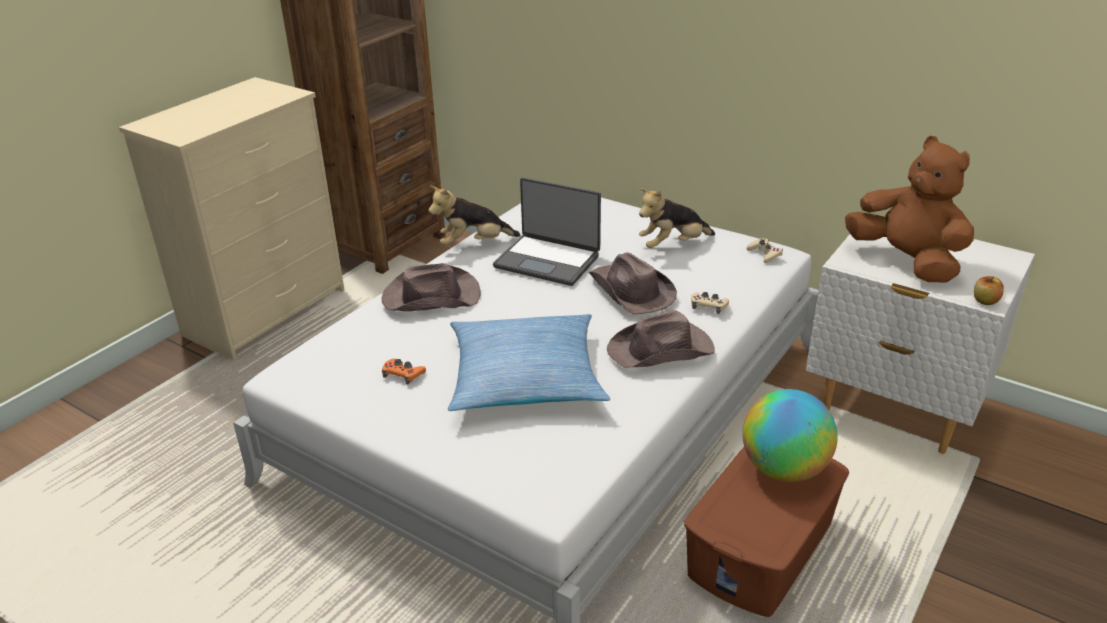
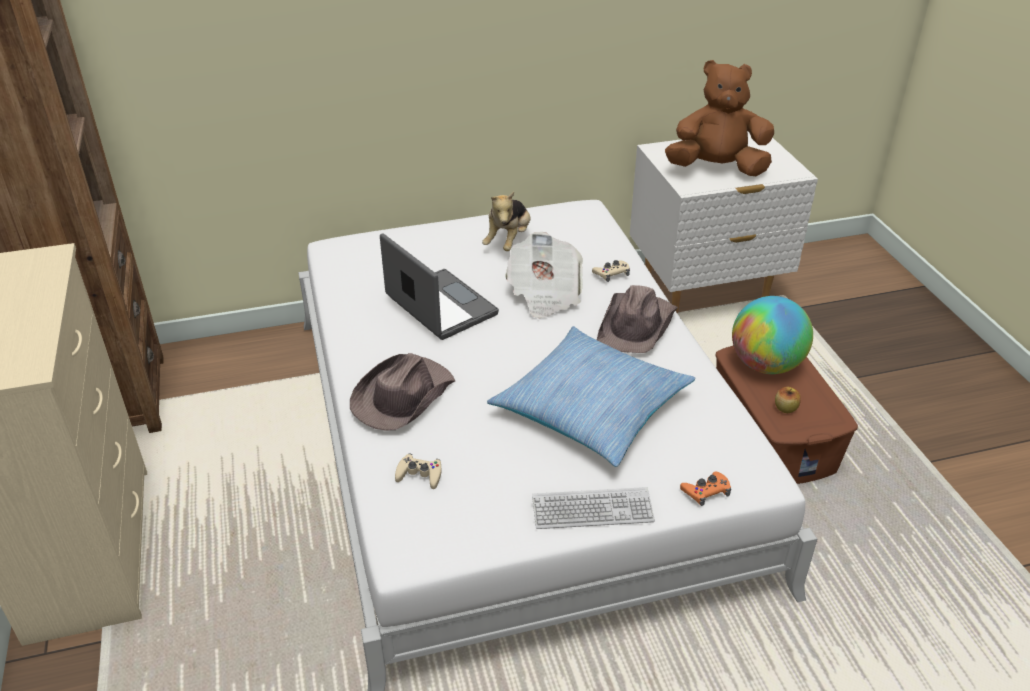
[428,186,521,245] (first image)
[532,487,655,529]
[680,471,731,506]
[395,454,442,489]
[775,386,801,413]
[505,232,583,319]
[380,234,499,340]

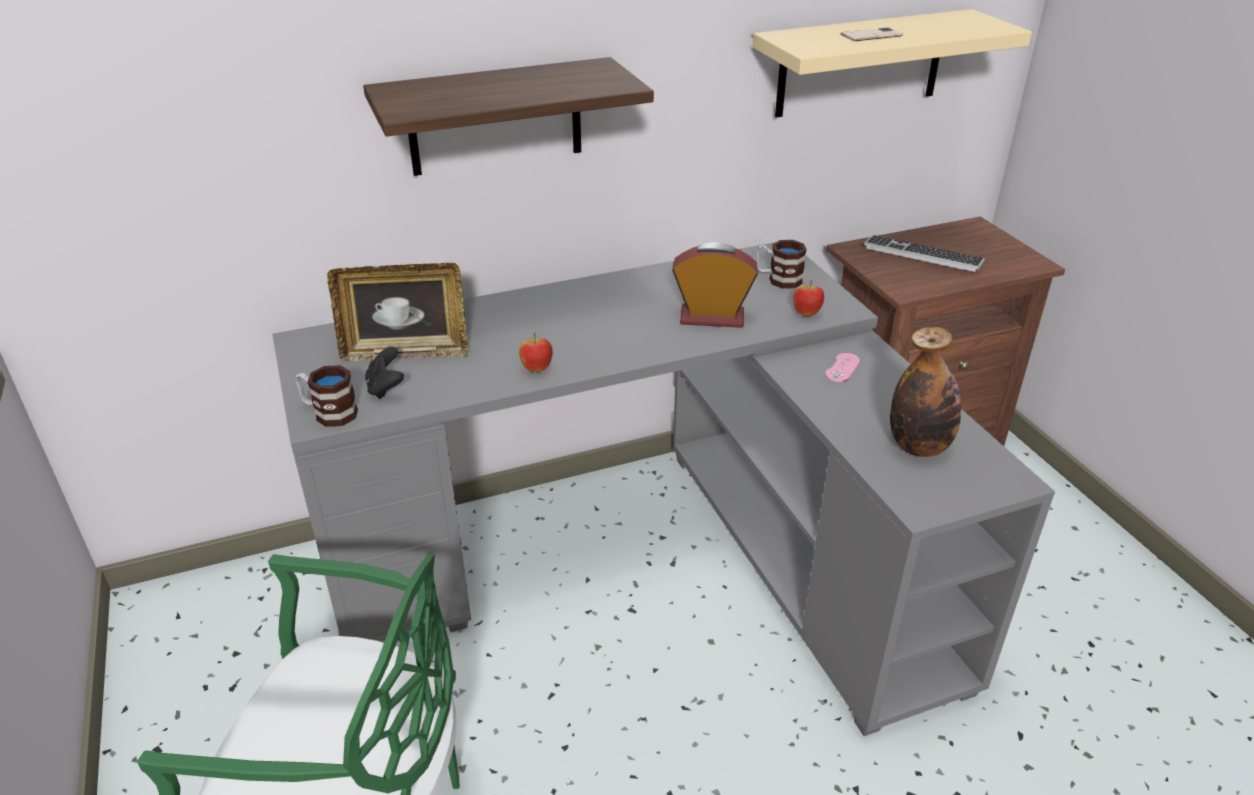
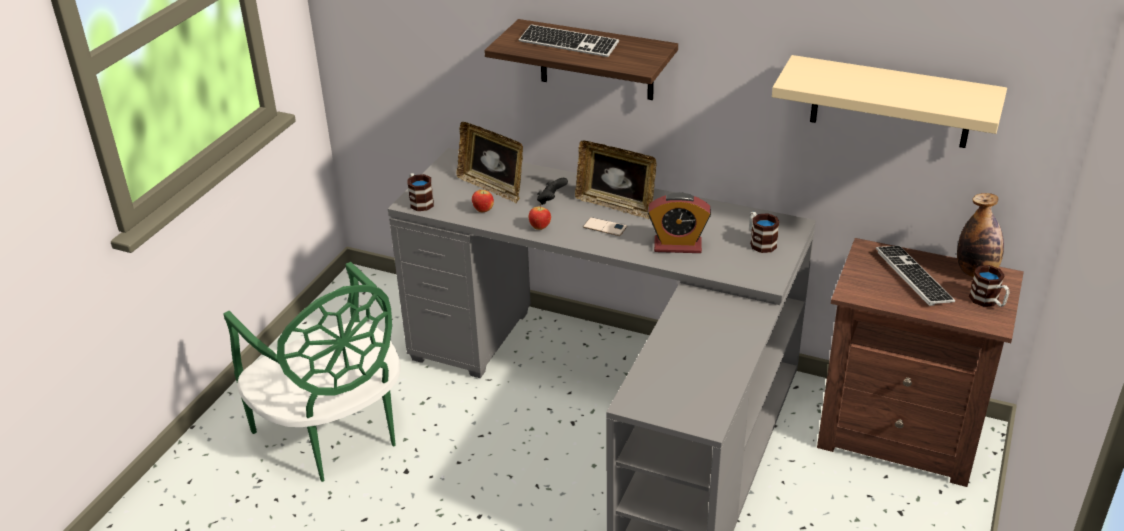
[825,353,860,382] (first image)
[519,25,619,57]
[575,141,657,219]
[969,265,1009,307]
[537,178,568,205]
[472,189,494,212]
[583,217,627,236]
[957,193,1004,277]
[648,192,711,253]

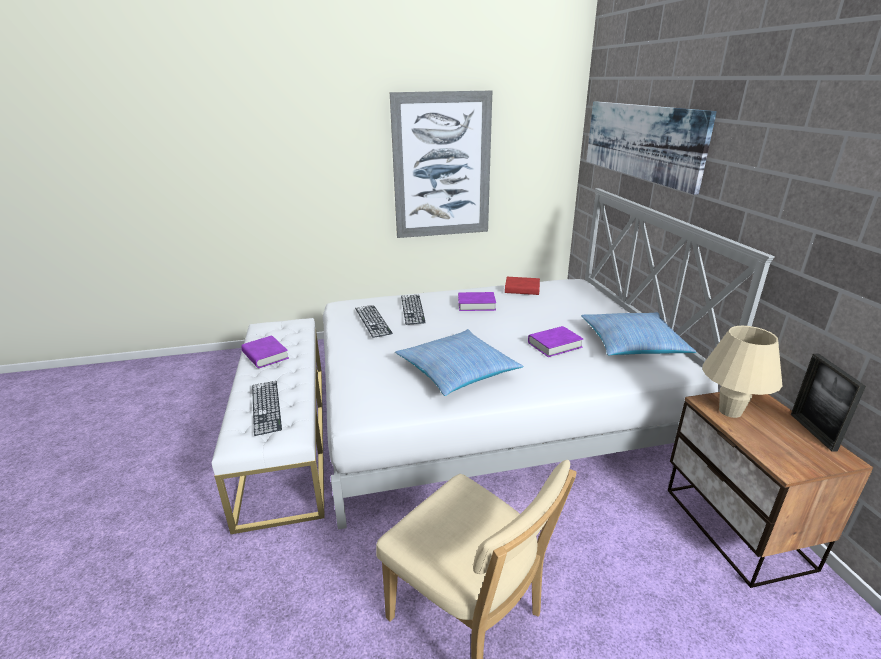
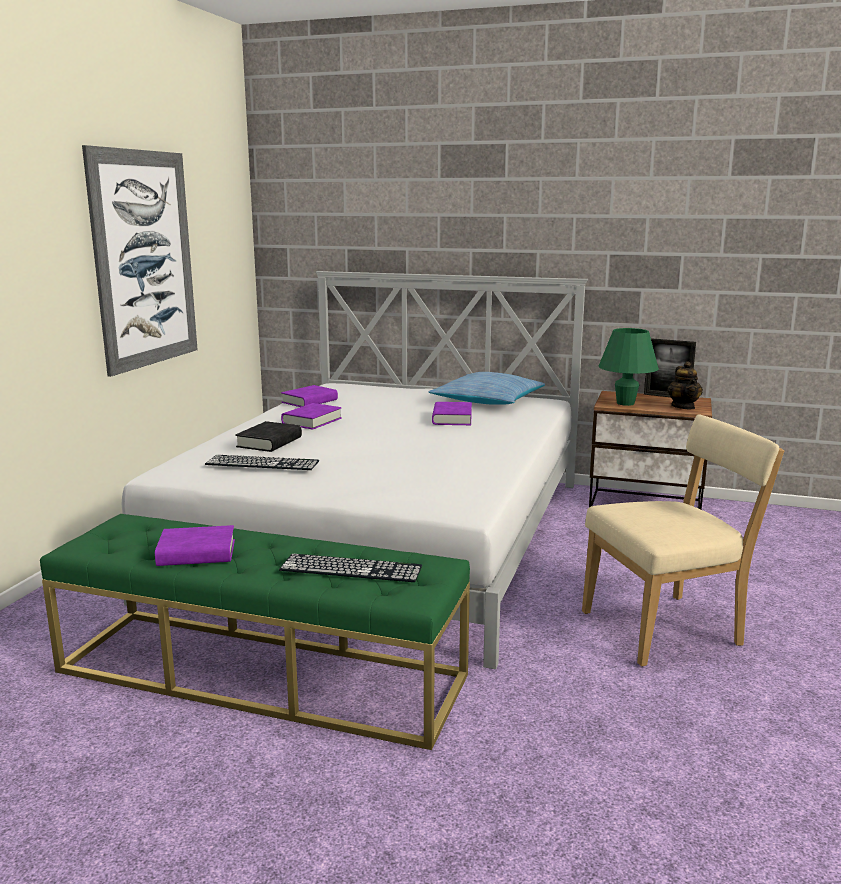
[395,329,523,396] (first image)
[586,101,717,195] (first image)
[667,361,703,409]
[235,421,302,452]
[40,514,470,750]
[281,385,338,407]
[599,328,659,406]

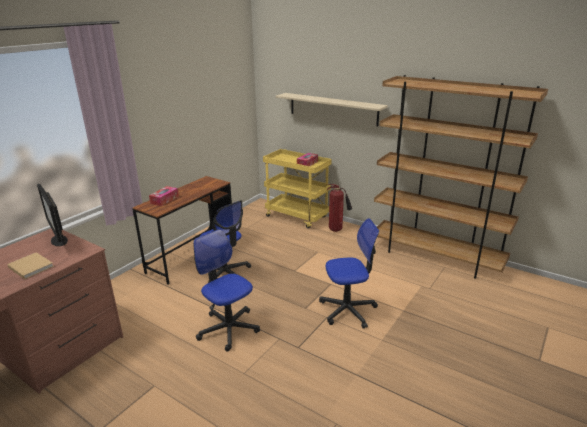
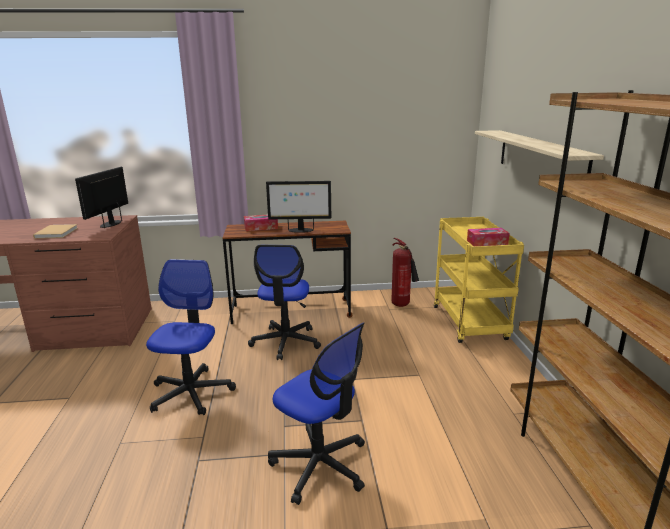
[266,181,331,233]
[392,238,419,307]

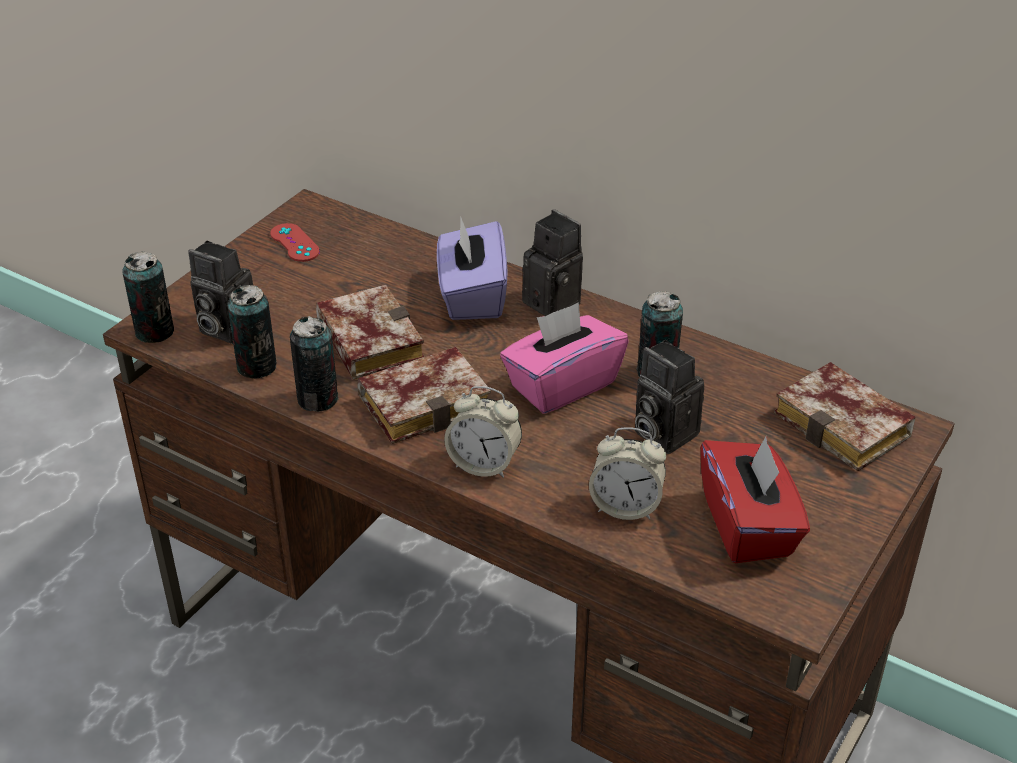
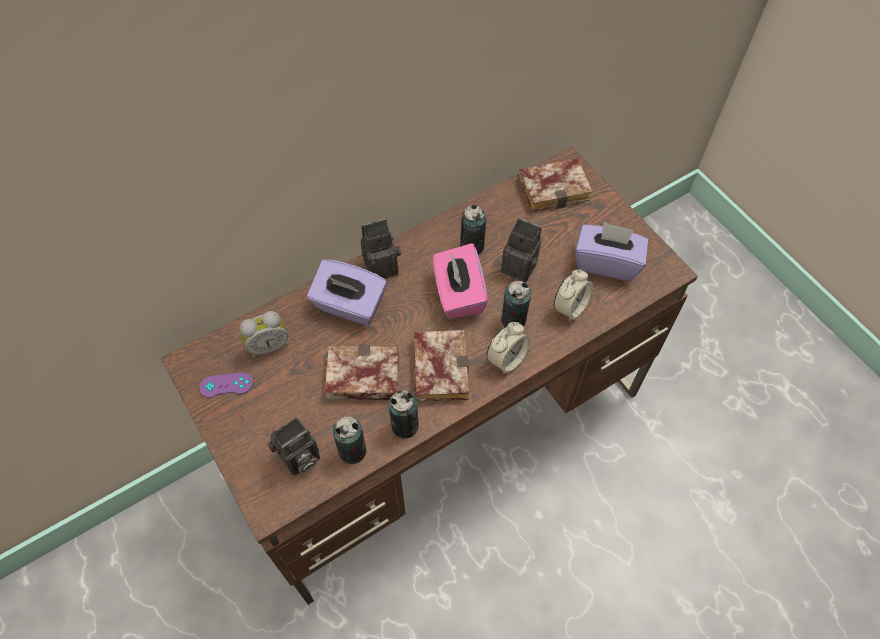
[240,311,289,358]
[501,281,531,327]
[199,372,253,398]
[575,222,648,281]
[501,218,542,283]

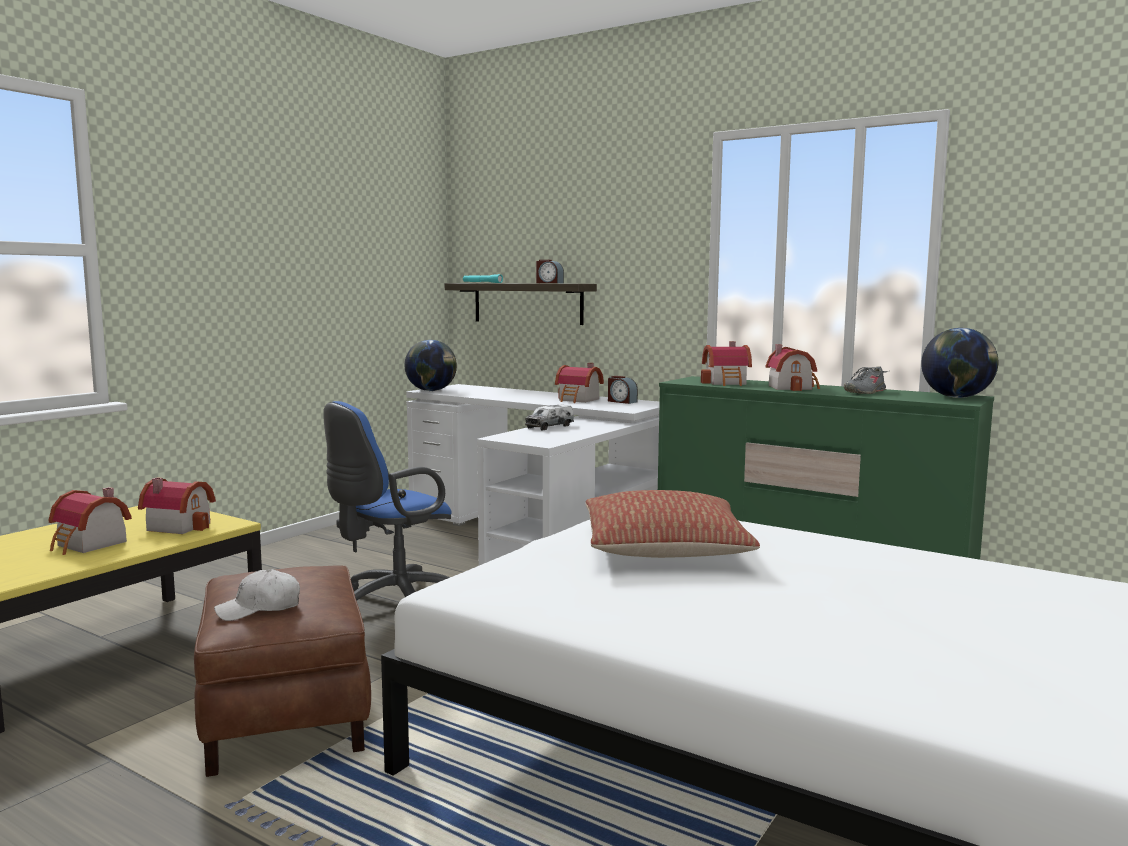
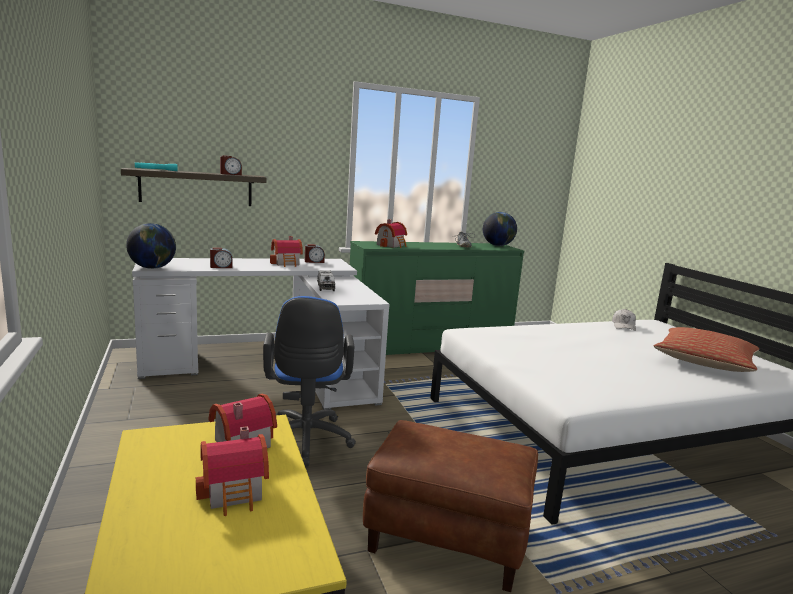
[766,344,820,391] (first image)
[210,247,232,268]
[612,309,636,331]
[654,327,759,372]

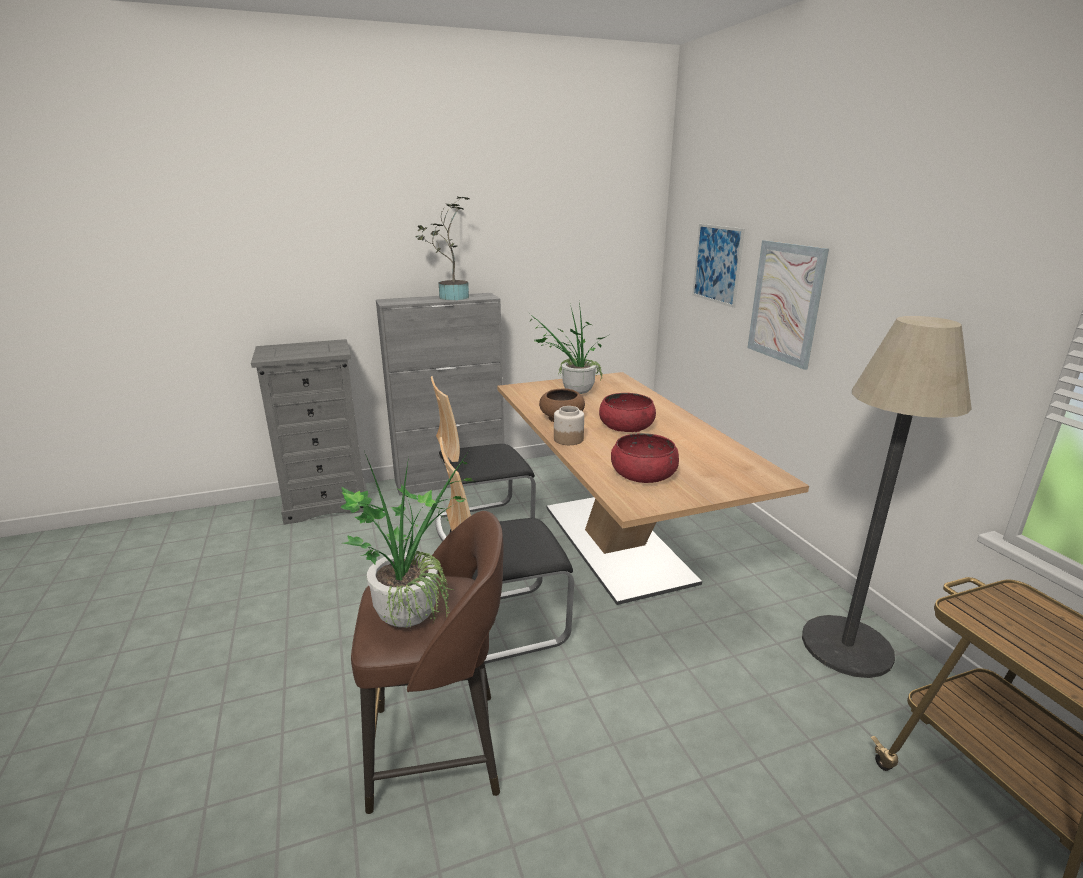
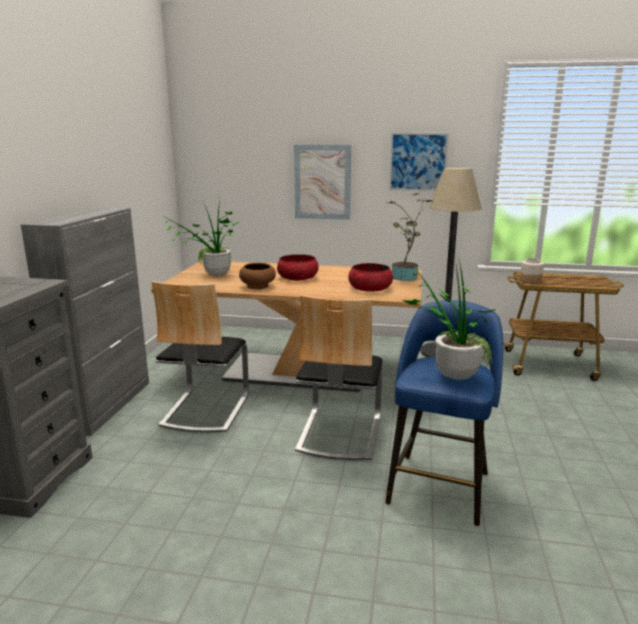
[386,193,433,281]
[520,258,544,284]
[389,133,449,191]
[385,300,504,526]

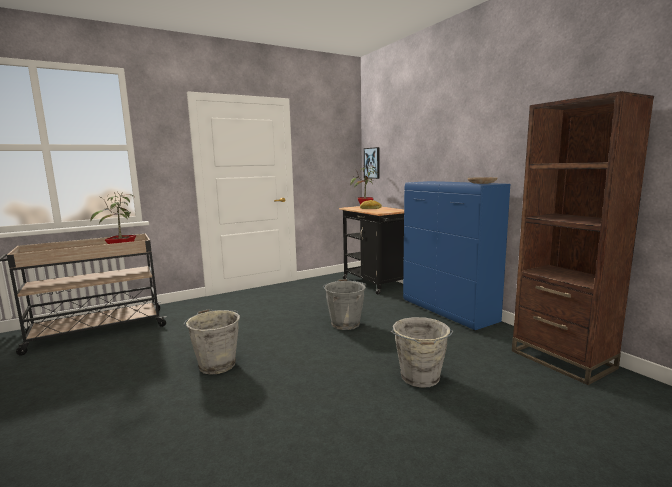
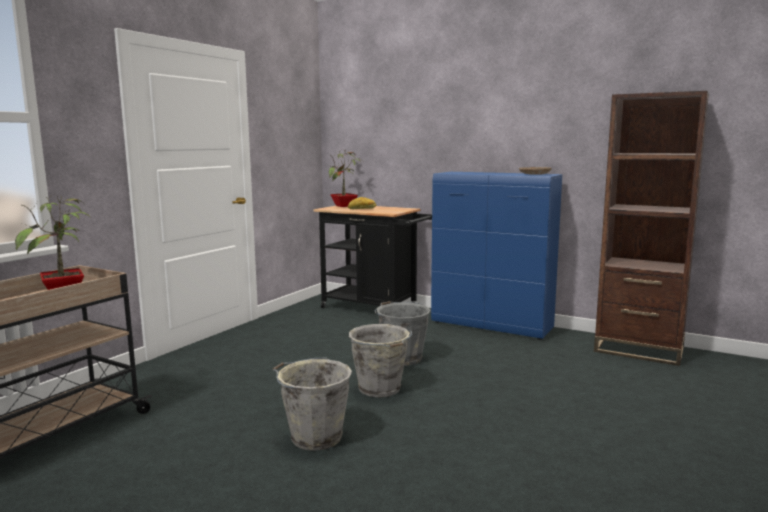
[364,147,380,179] (first image)
[349,324,412,397]

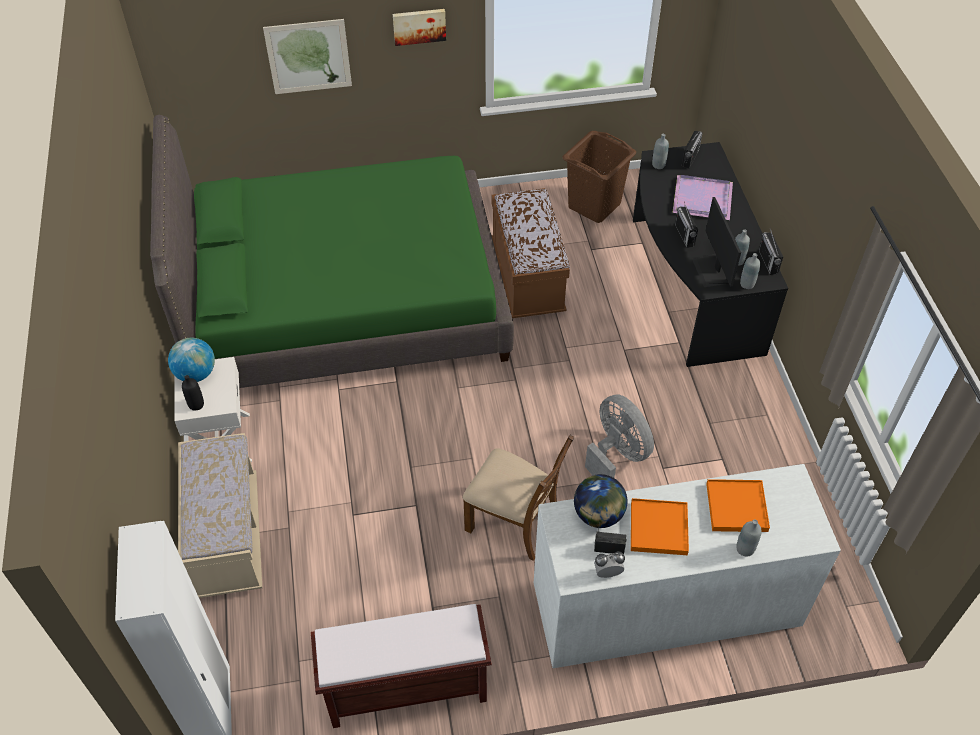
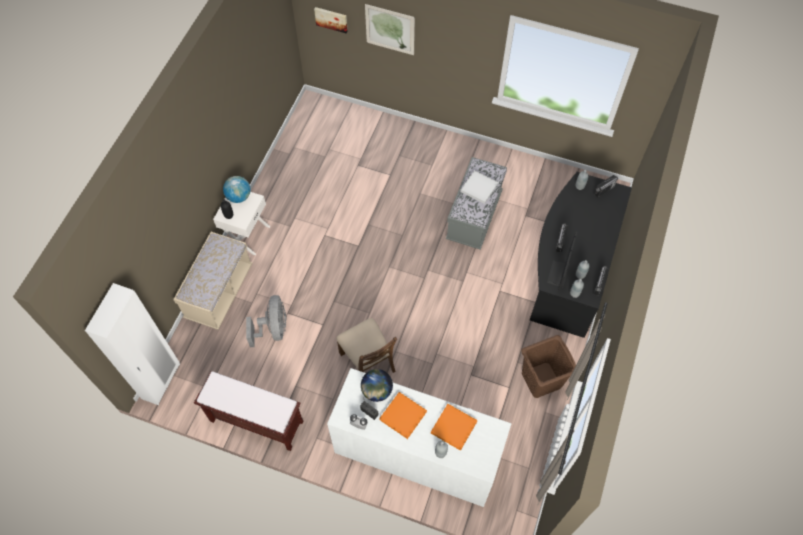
[150,115,514,388] (first image)
[672,175,733,220] (first image)
[460,170,499,204]
[314,7,348,33]
[521,335,576,398]
[246,295,287,347]
[446,157,507,250]

